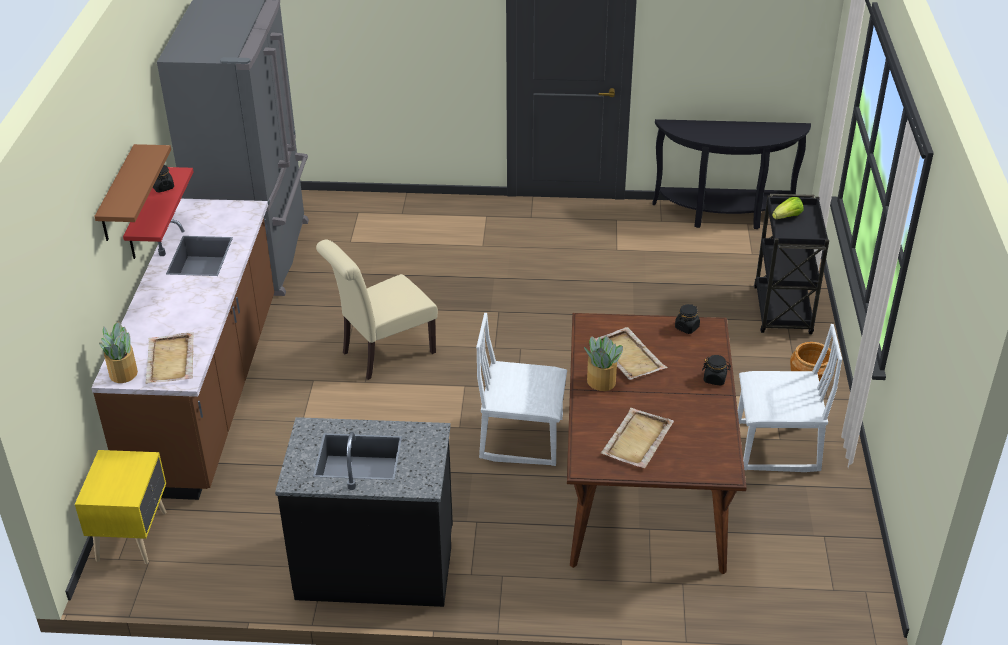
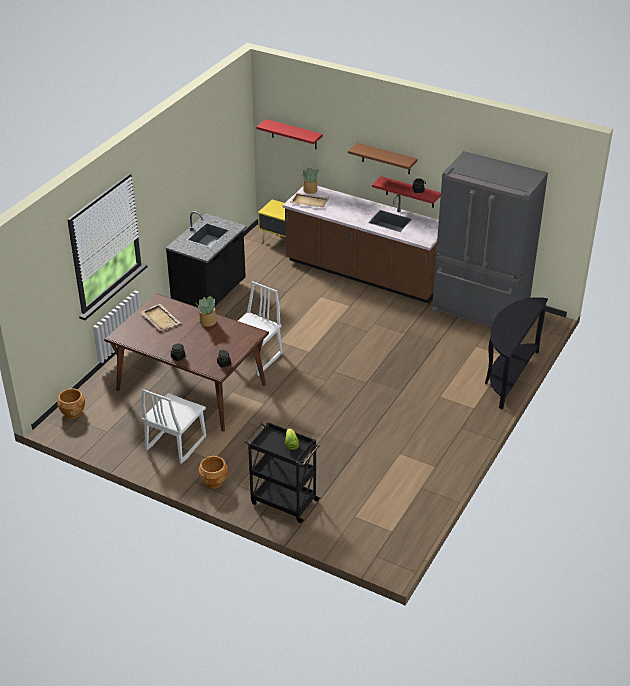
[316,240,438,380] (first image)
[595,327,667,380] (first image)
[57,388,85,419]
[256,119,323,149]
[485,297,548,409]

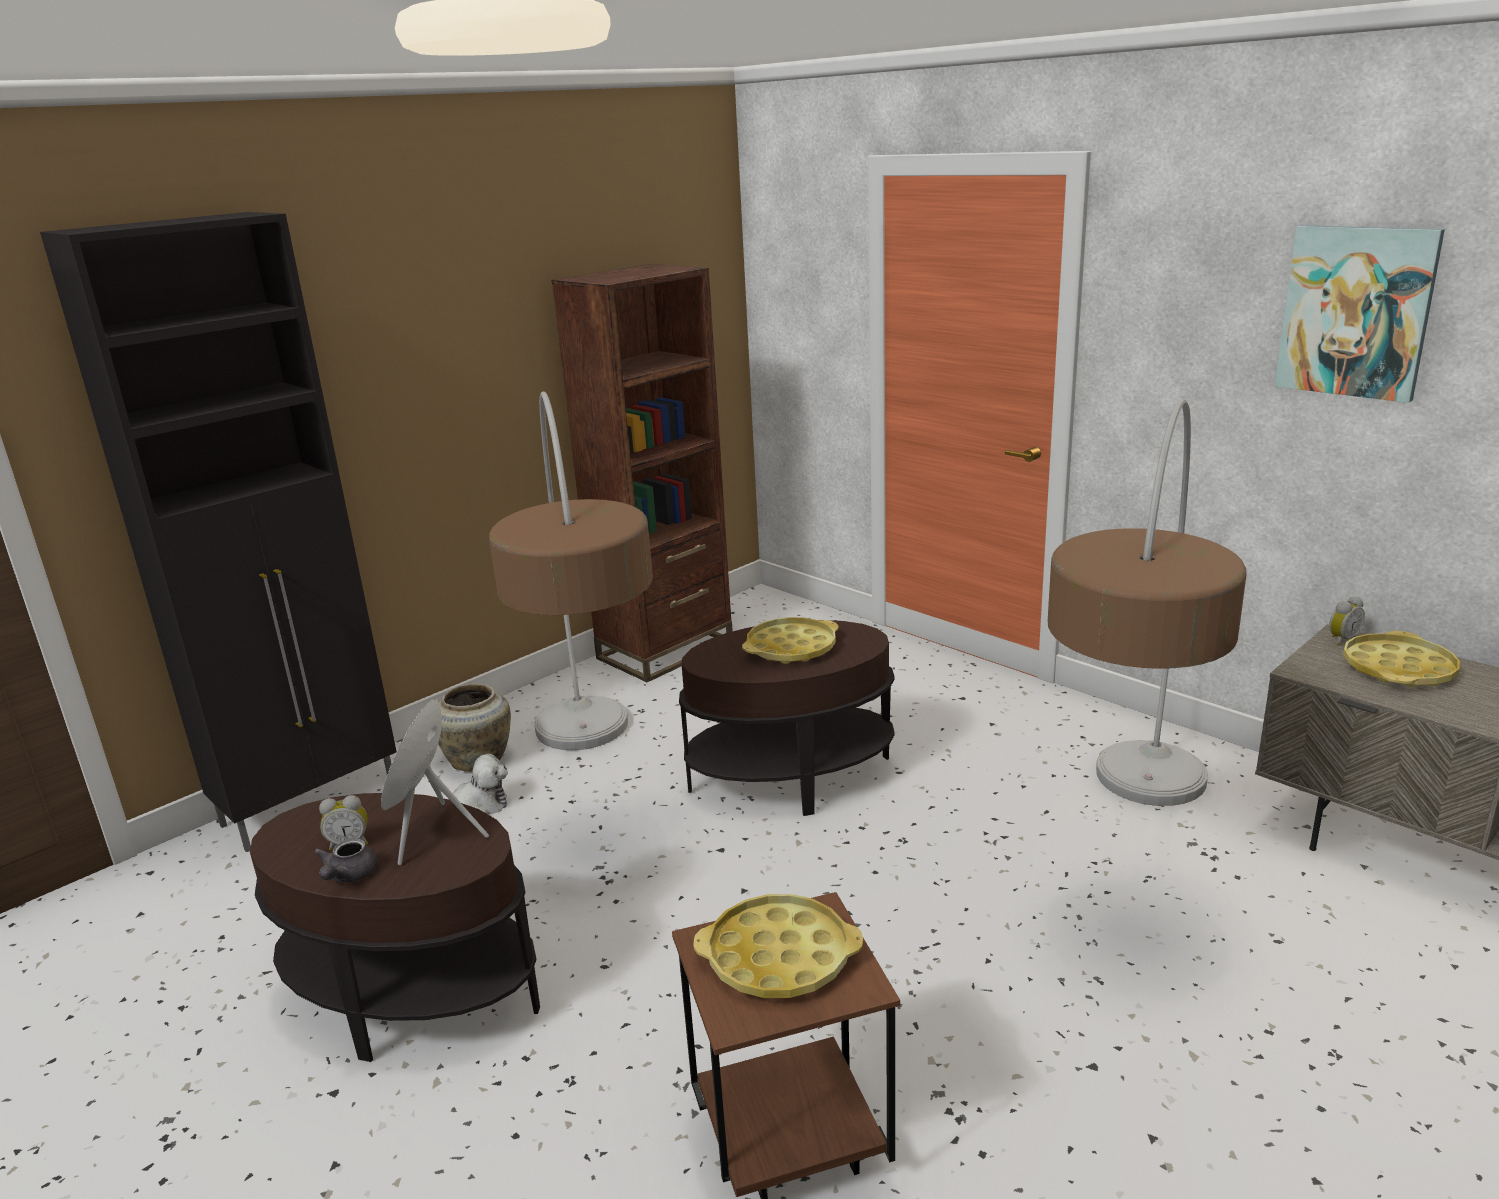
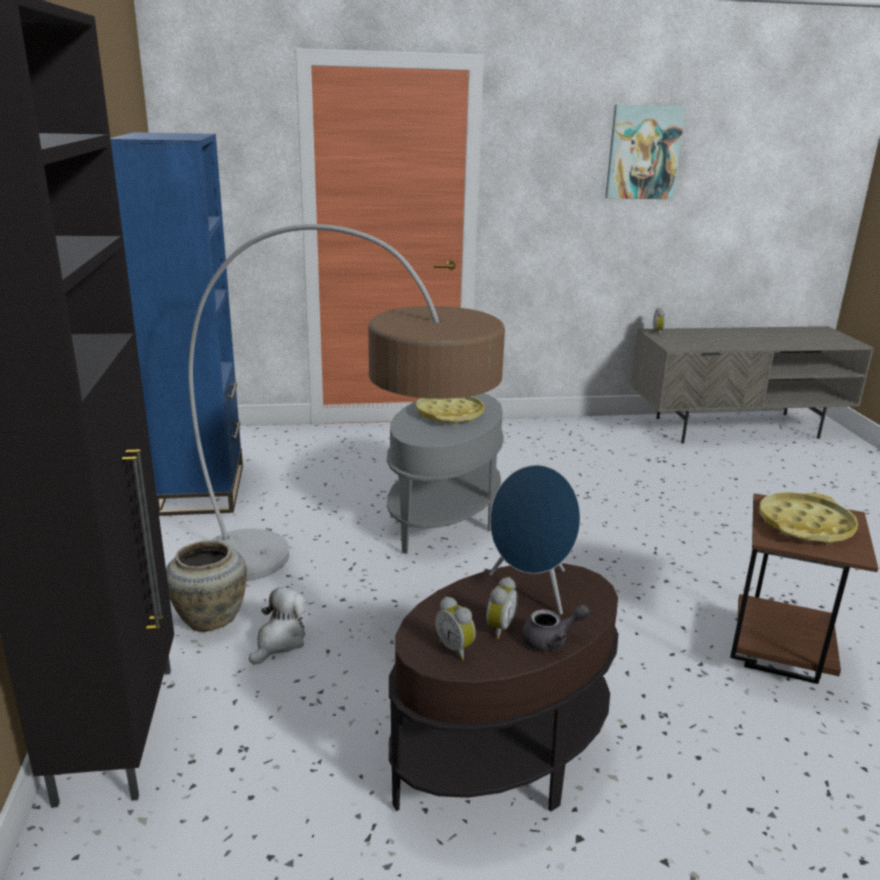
[1048,399,1247,806] (first image)
[1343,631,1460,687] (first image)
[435,597,476,660]
[110,132,243,516]
[387,393,504,554]
[522,604,590,651]

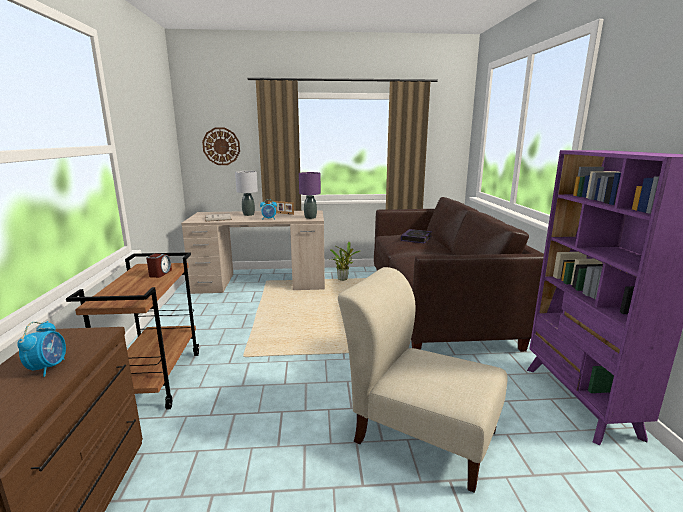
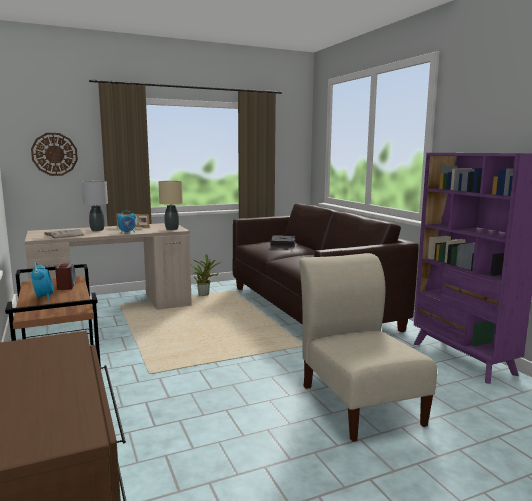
[31,262,54,300]
[158,181,183,230]
[299,253,437,442]

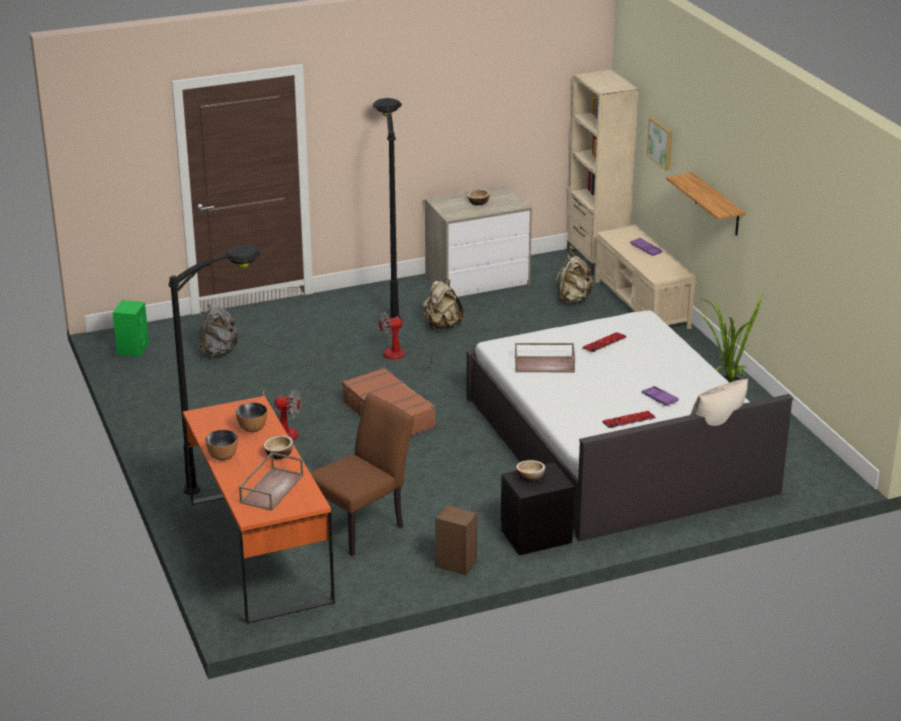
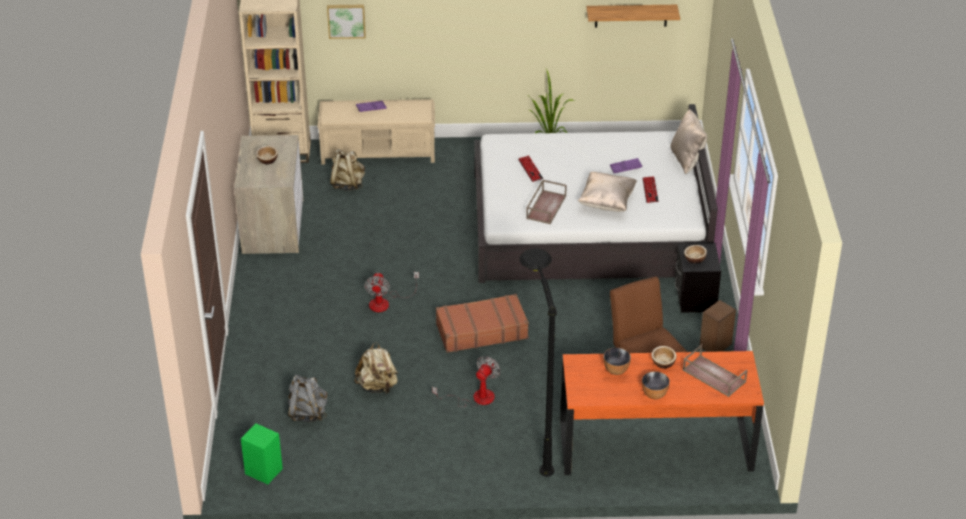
[372,98,402,319] (first image)
[578,172,637,212]
[354,342,398,393]
[586,5,680,28]

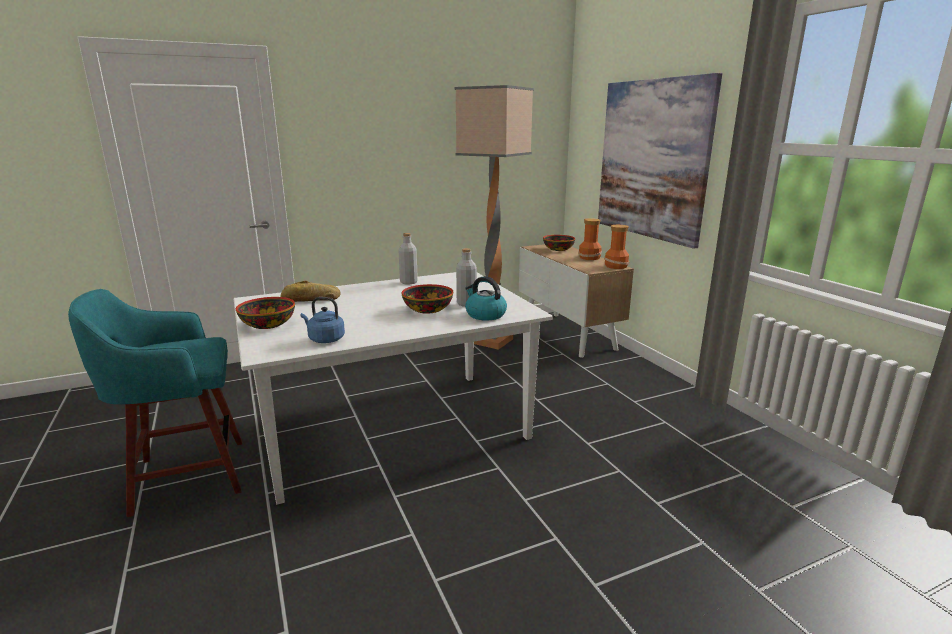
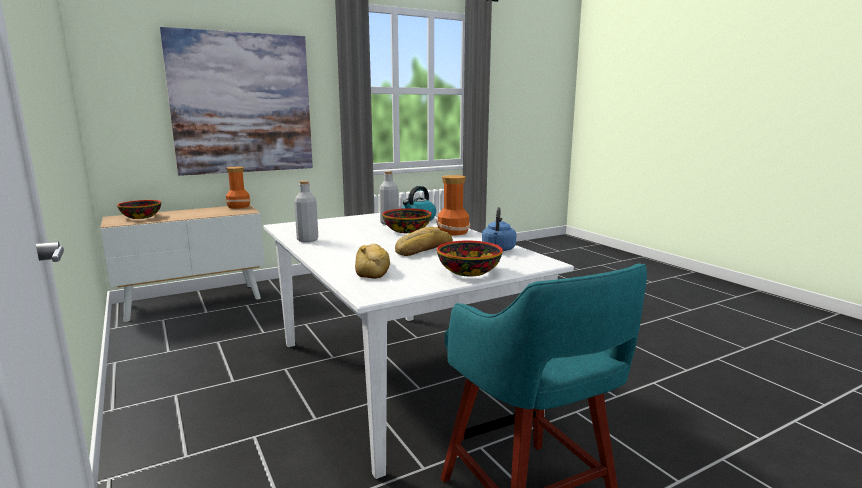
[455,85,534,350] (first image)
[395,227,453,256]
[437,175,470,235]

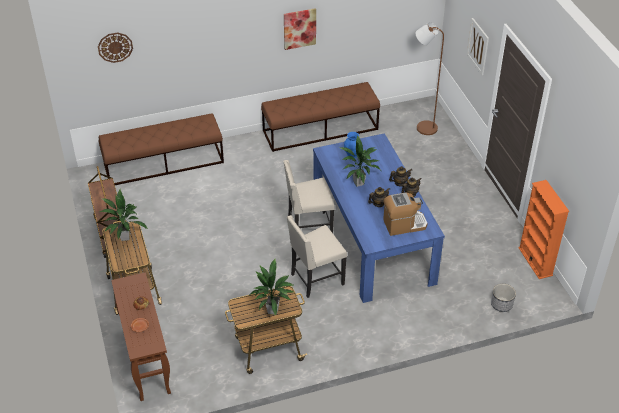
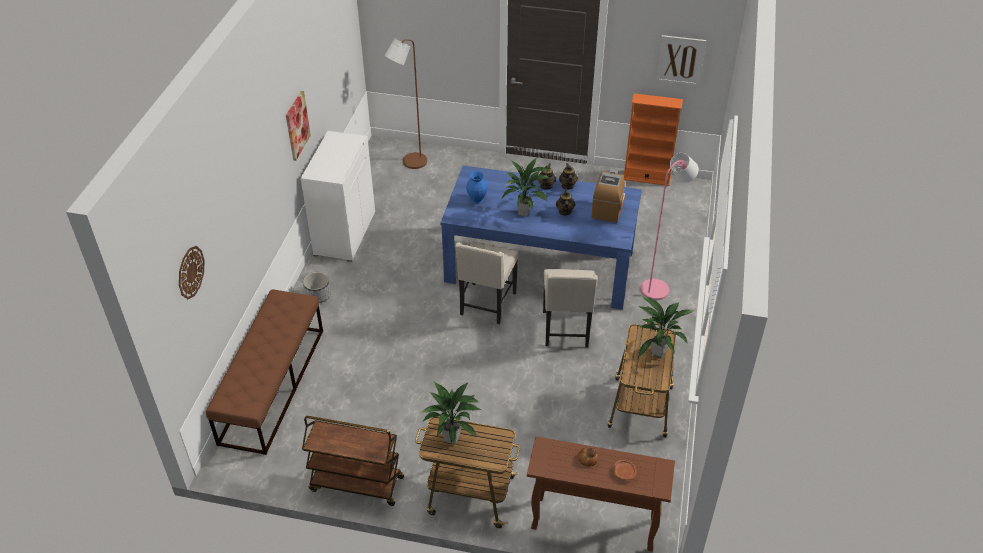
[641,153,699,300]
[656,35,706,87]
[303,272,330,303]
[301,131,375,262]

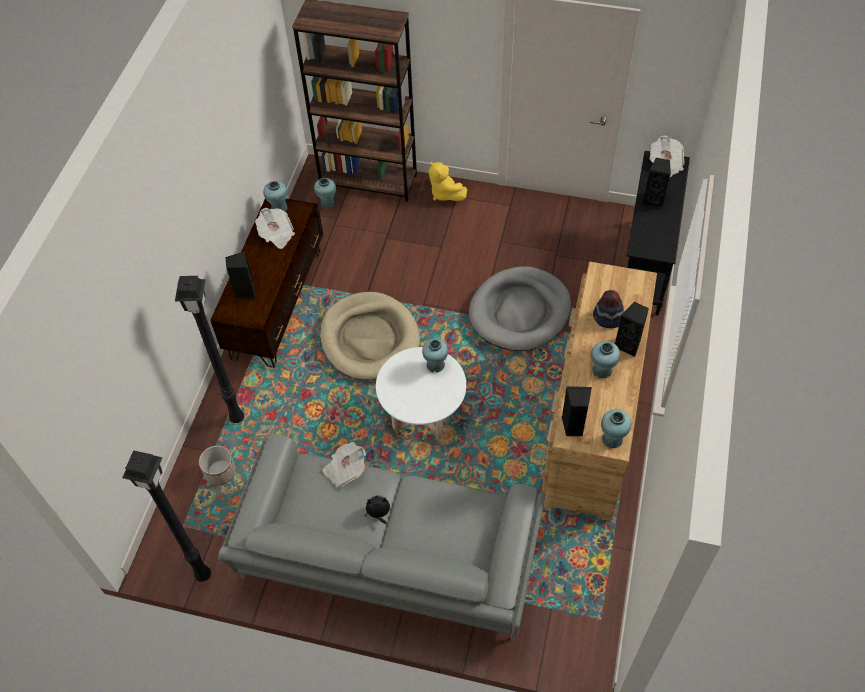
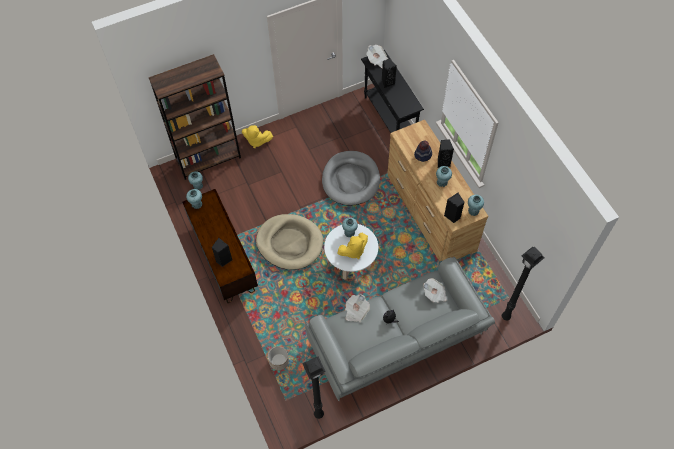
[337,233,368,259]
[502,247,545,320]
[423,278,447,303]

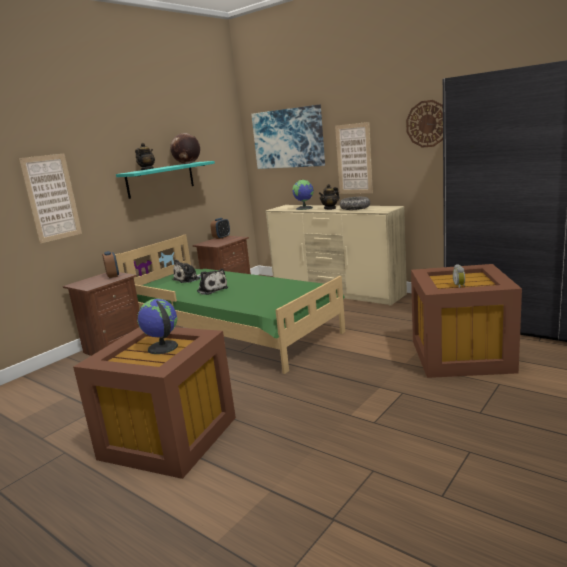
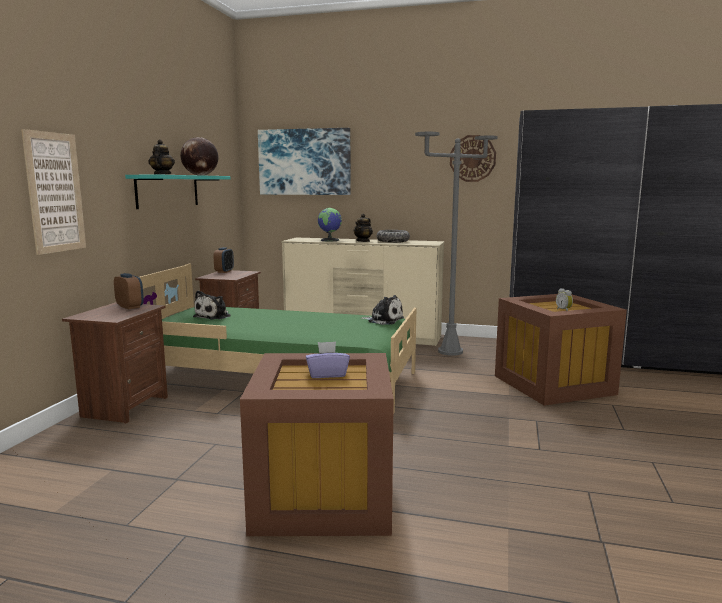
[335,122,373,193] (first image)
[415,131,498,356]
[360,295,404,325]
[306,342,350,378]

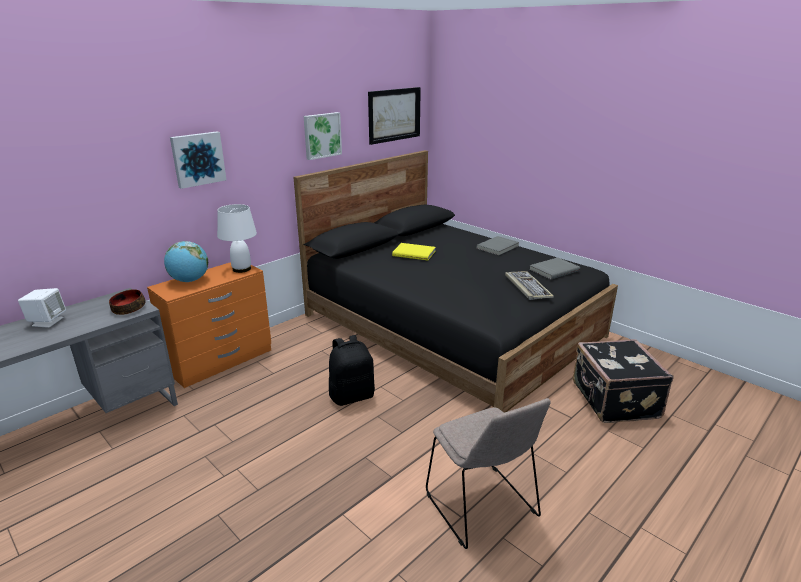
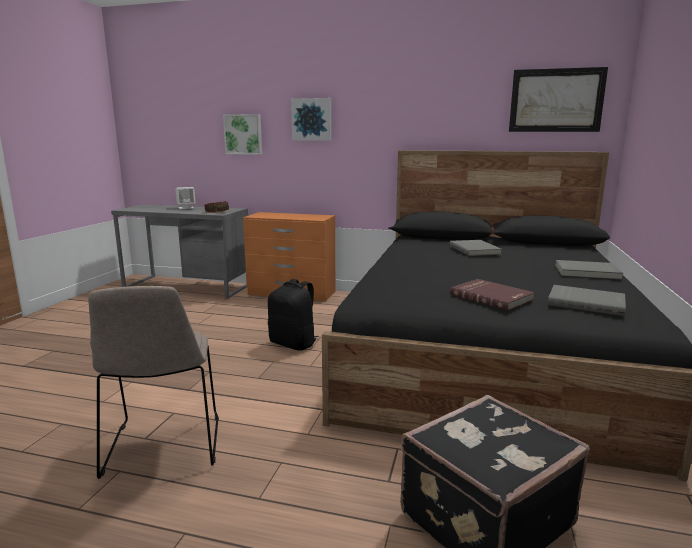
[164,241,208,282] (first image)
[217,204,257,273] (first image)
[223,114,262,155]
[450,279,535,311]
[449,240,501,256]
[88,286,219,479]

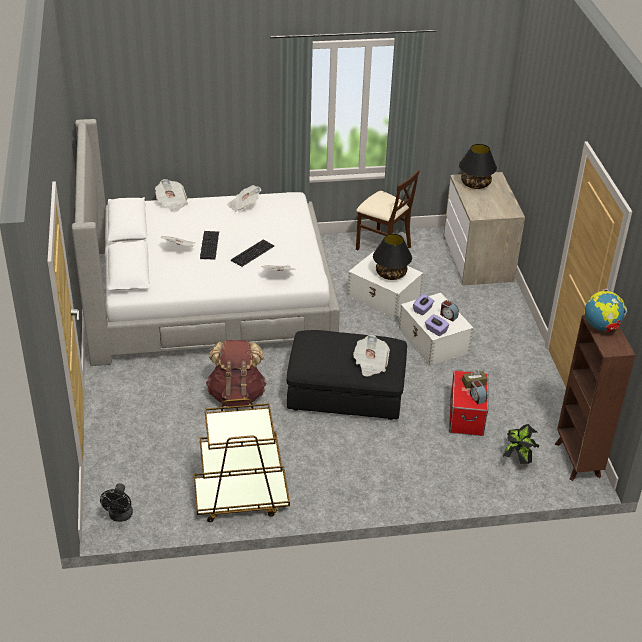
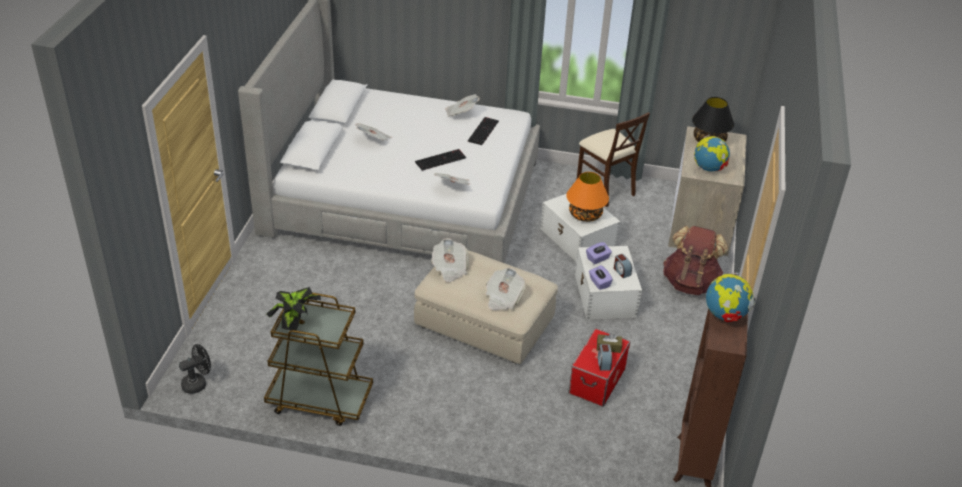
[694,135,730,172]
[431,238,469,282]
[468,117,499,145]
[663,226,728,295]
[266,287,321,331]
[414,251,558,364]
[566,172,609,222]
[179,344,211,394]

